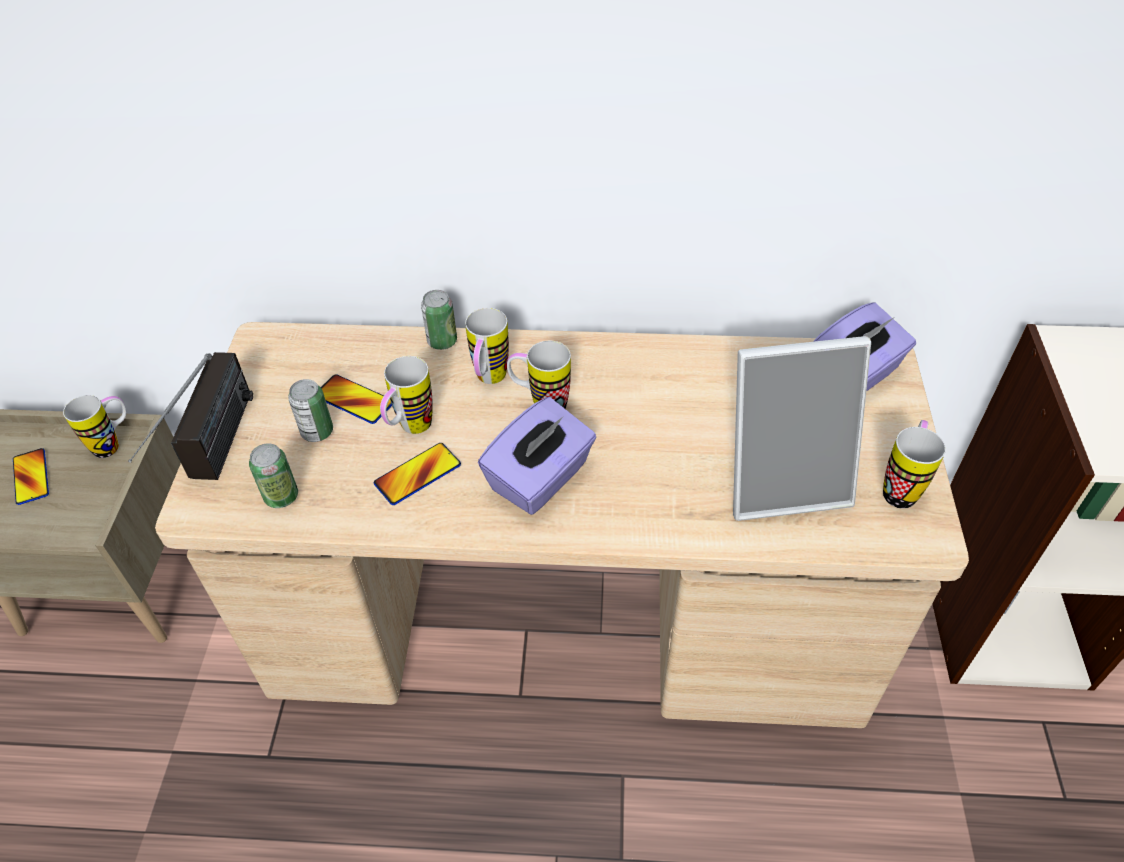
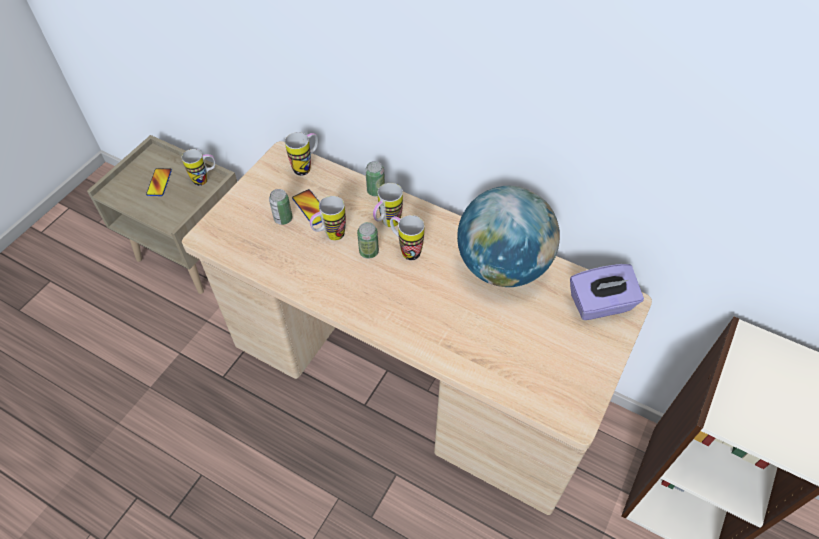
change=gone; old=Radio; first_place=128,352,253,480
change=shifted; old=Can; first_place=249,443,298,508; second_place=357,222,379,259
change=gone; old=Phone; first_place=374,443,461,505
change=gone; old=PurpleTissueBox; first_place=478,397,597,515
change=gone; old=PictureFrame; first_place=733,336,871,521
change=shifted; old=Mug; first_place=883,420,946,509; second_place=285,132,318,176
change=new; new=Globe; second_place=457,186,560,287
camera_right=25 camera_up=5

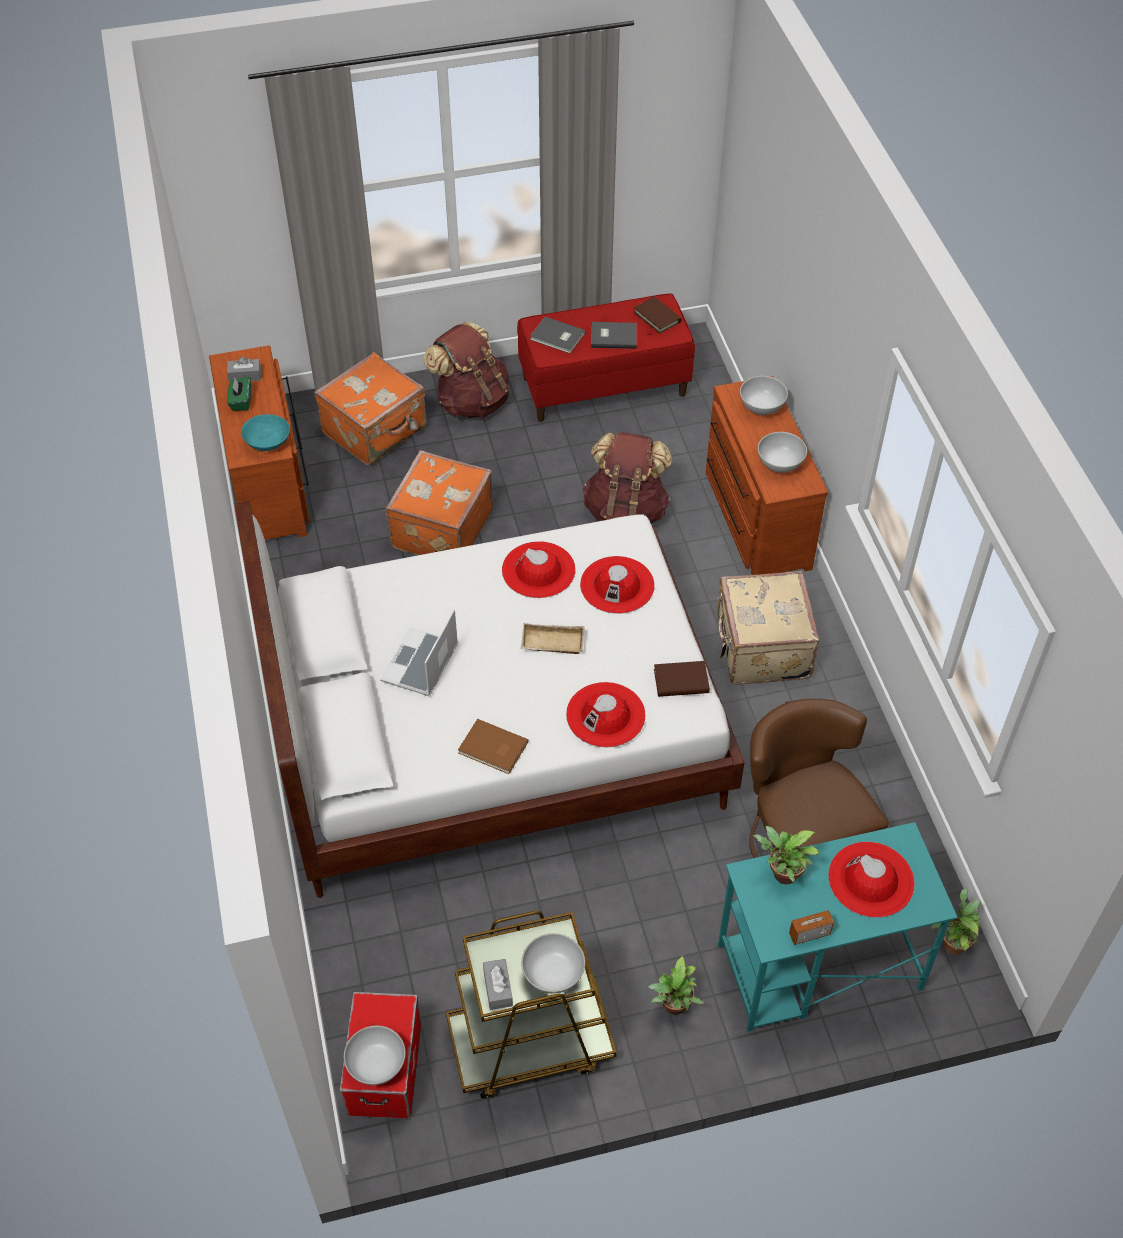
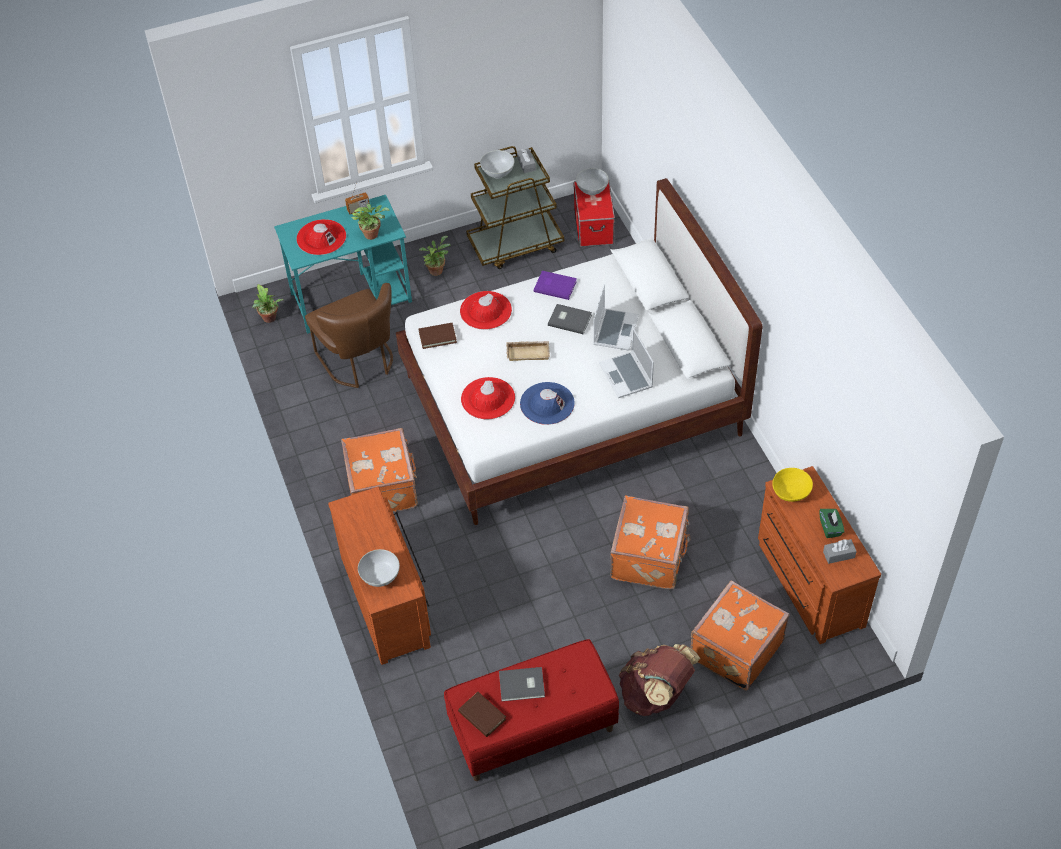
change=repainted; old=TurquoiseBowl; new=YellowBowl; first_place=241,414,290,451; second_place=772,468,813,502
change=repainted; old=BrownBook; new=PurpleBook; first_place=458,719,528,774; second_place=534,271,577,300
change=repainted; old=RedHat; new=BlueHat; first_place=502,541,576,598; second_place=520,382,575,425
change=shifted; old=GreyBook; first_place=530,317,585,354; second_place=548,304,592,334
change=gone; old=BrownBackpack; first_place=582,432,671,524
change=repainted; old=BeigeSuitcase; new=OrangeSuitcase; first_place=717,571,819,684; second_place=341,428,418,512
change=gone; old=WhiteBowl; first_place=758,432,807,473
change=new; new=Laptop; second_place=599,327,654,398
camera_right=175 camera_up=0

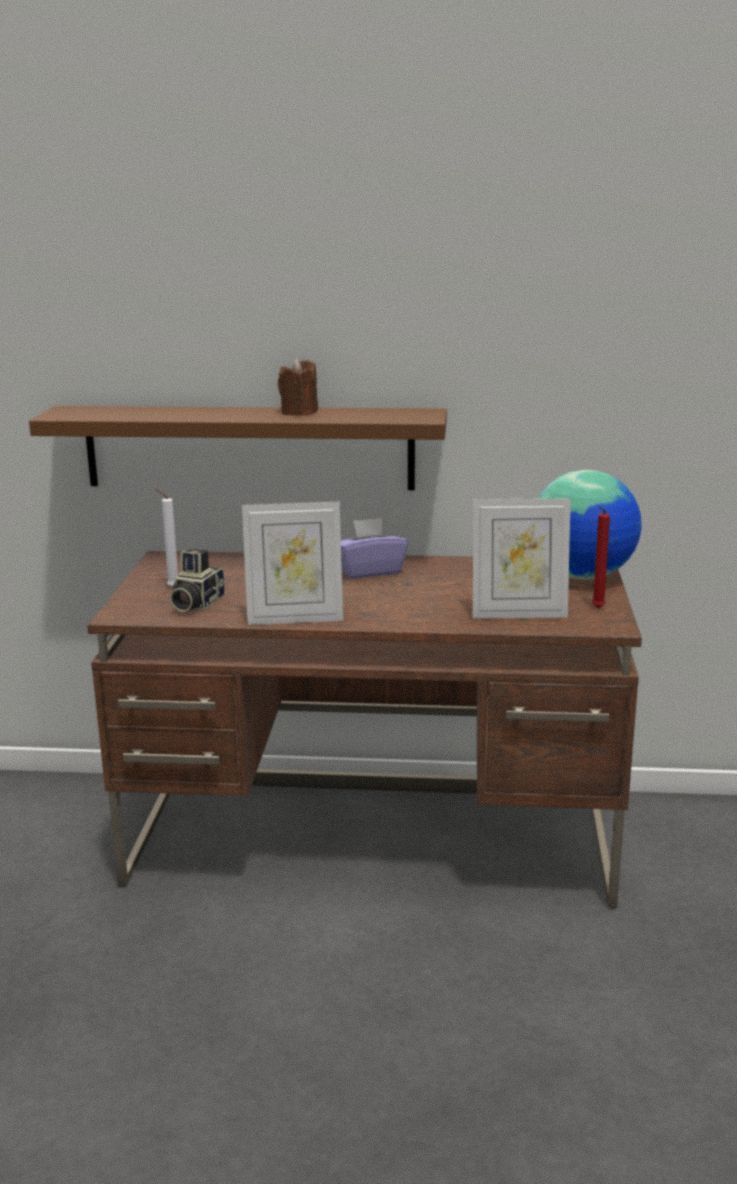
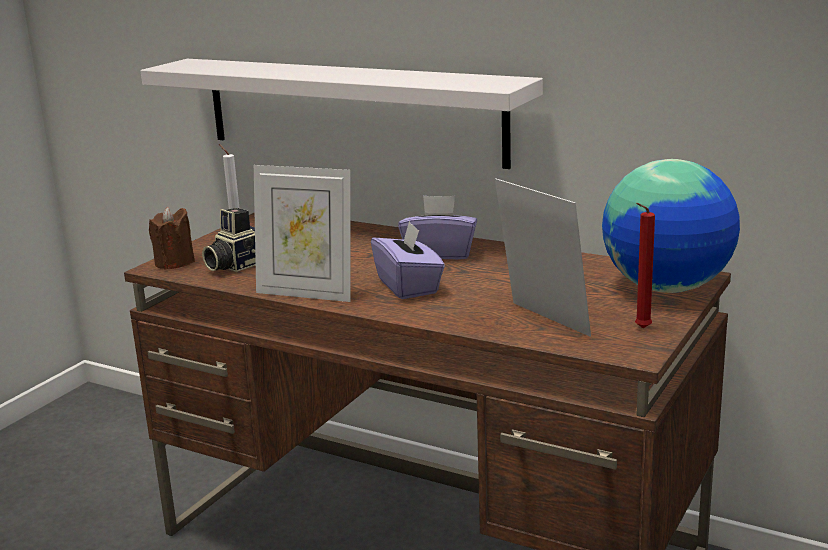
change=repainted; old=BrownShelf; new=WhiteShelf; first_place=29,406,447,490; second_place=140,59,543,169
change=shifted; old=BrownCandle; first_place=278,358,318,416; second_place=149,207,195,270
change=rotated; old=PictureFrame; first_place=473,498,571,619; second_place=495,178,591,336; degrees=-150
change=new; new=PurpleTissueBox; second_place=371,221,445,299
camera_right=25 camera_up=0

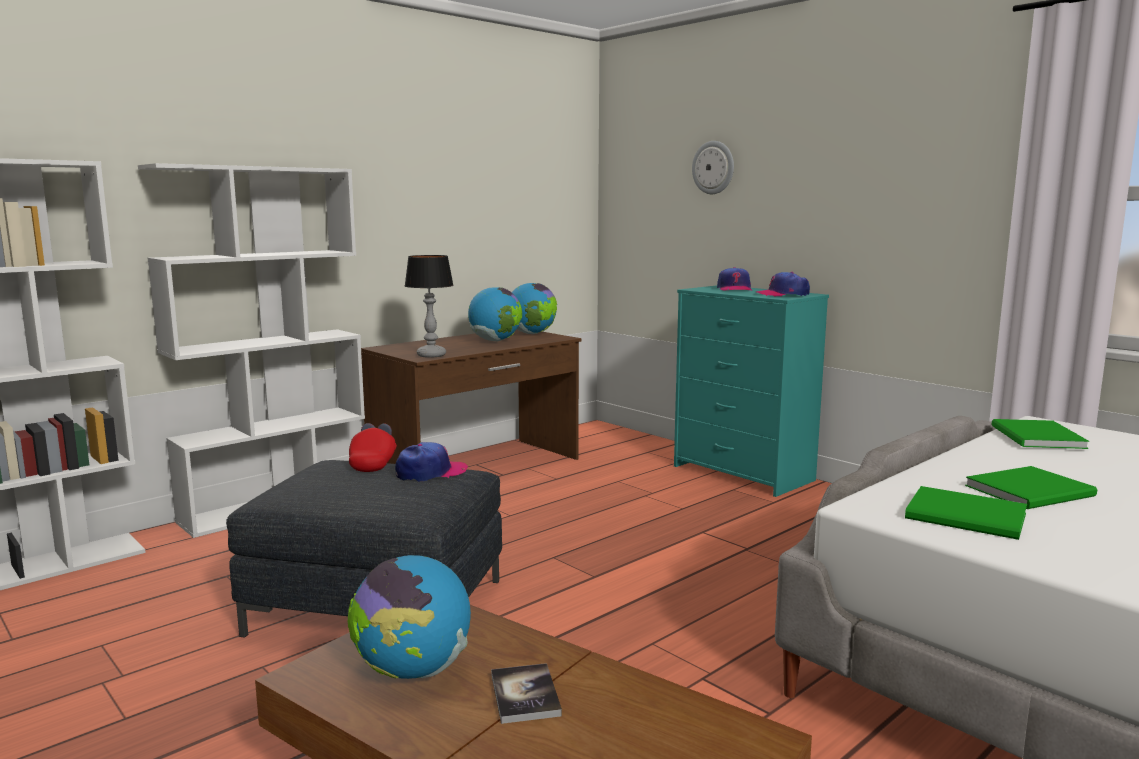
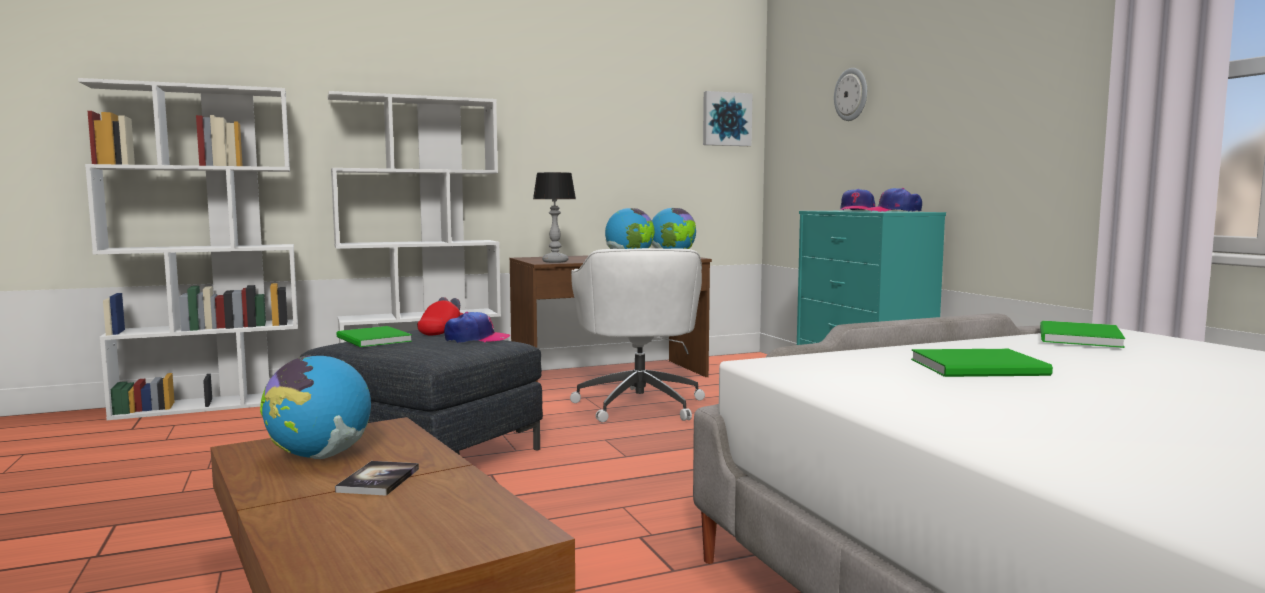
change=shifted; old=GreenBook; first_place=905,486,1027,540; second_place=337,326,412,347
change=new; new=WhiteOfficeChair; second_place=570,248,705,422
change=new; new=Picture; second_place=703,91,752,146
camera_right=20 camera_up=-5

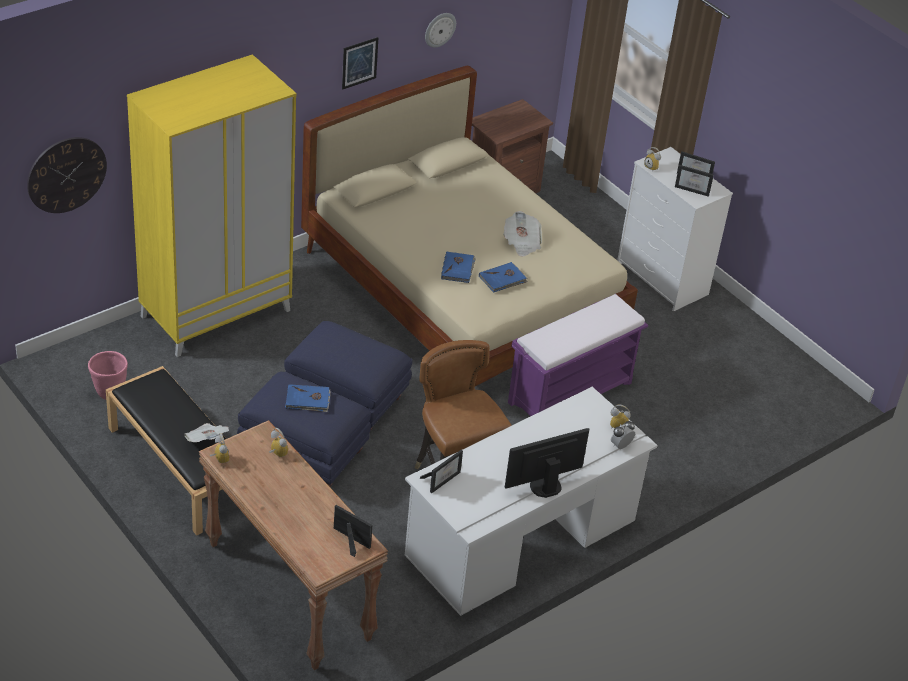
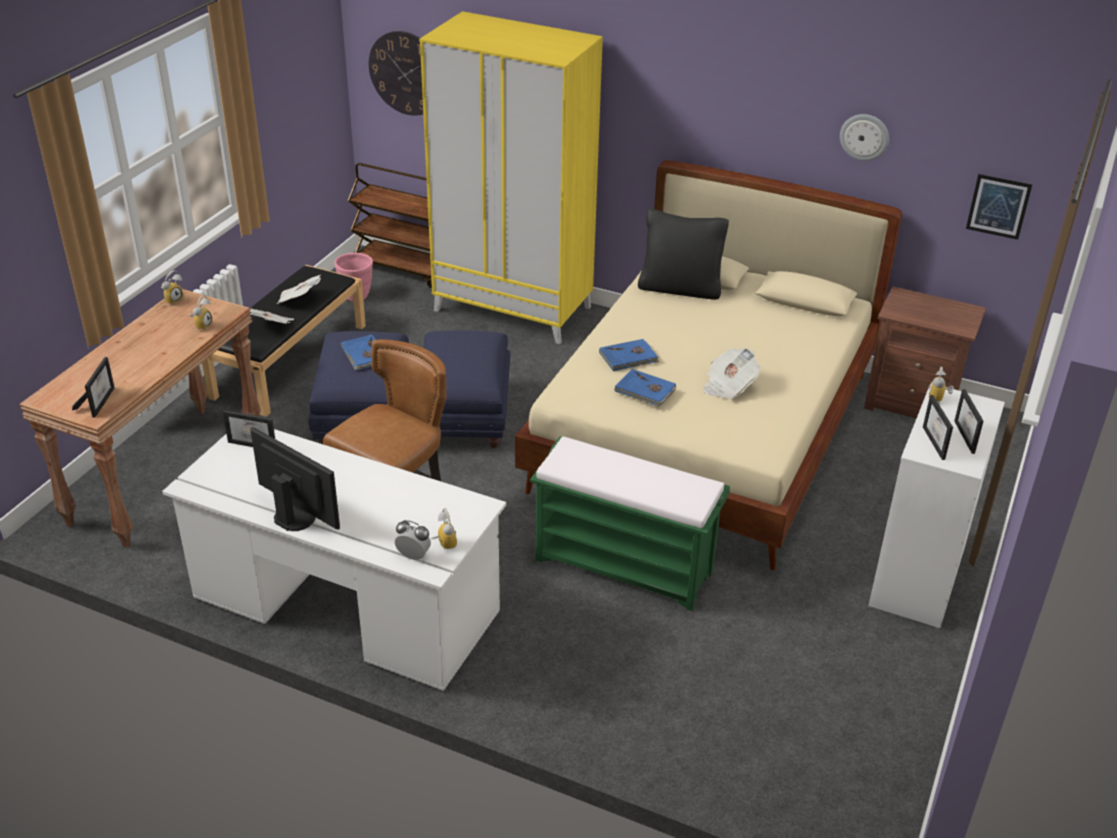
change=shifted; old=Picture; first_place=342,37,378,90; second_place=966,174,1032,240
change=repainted; old=PurpleBench; new=GreenBench; first_place=508,294,648,416; second_place=530,436,730,611
change=new; new=Newspaper; second_place=277,275,321,304
change=new; new=BrownCart; second_place=348,163,432,288
change=new; new=BlackPillow; second_place=638,208,729,300
camera_right=65 camera_up=-5

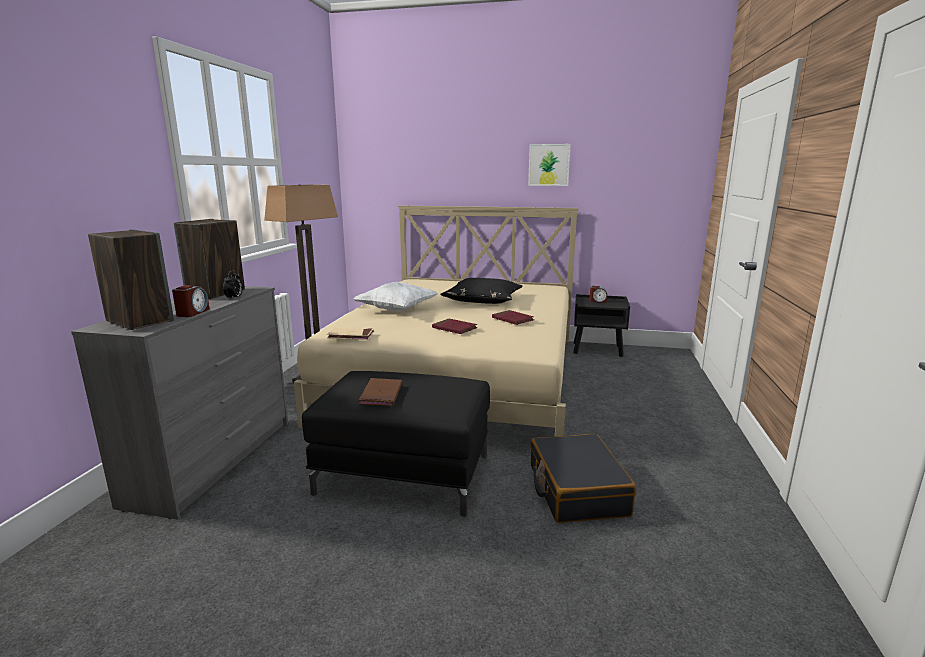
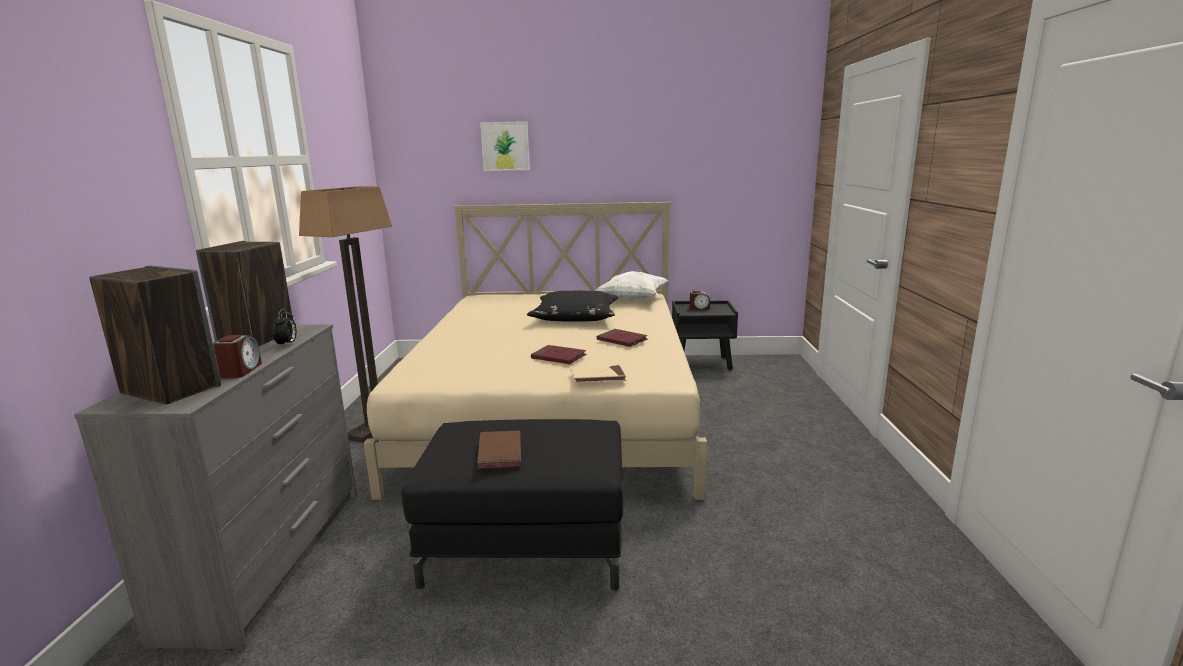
change=shifted; old=BeigeBook; first_place=327,327,374,340; second_place=571,365,627,383
change=shifted; old=WhitePillow; first_place=354,282,438,311; second_place=595,271,669,300
change=shifted; old=Picture; first_place=528,144,571,186; second_place=480,121,530,171
change=gone; old=BlackSuitcase; first_place=530,434,636,523
camera_right=-10 camera_up=0

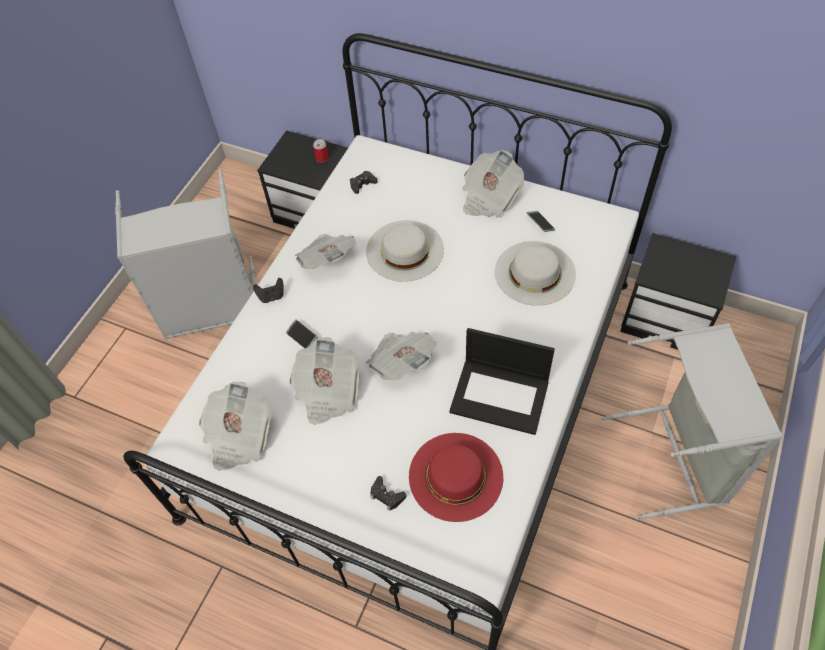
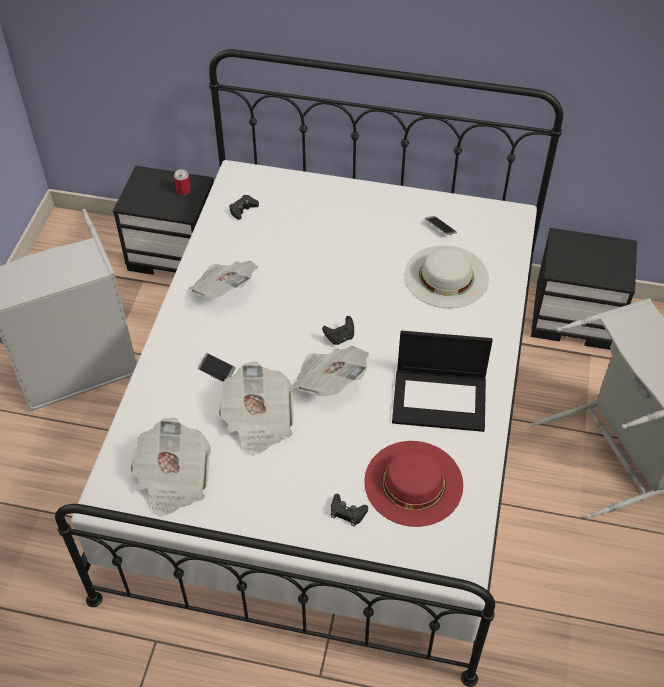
change=shifted; old=BlackGameController; first_place=253,278,284,303; second_place=322,316,354,345
change=gone; old=WhiteHat; first_place=366,220,444,282
change=gone; old=Newspaper; first_place=462,150,524,218
camera_right=-15 camera_up=-5

